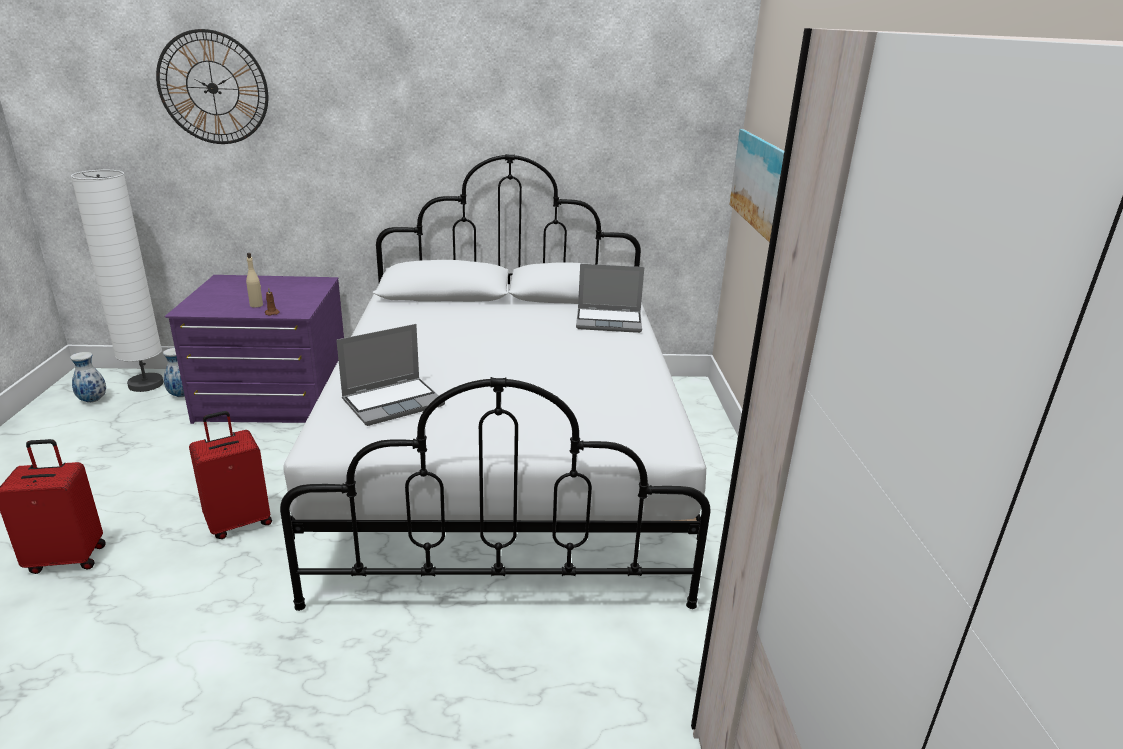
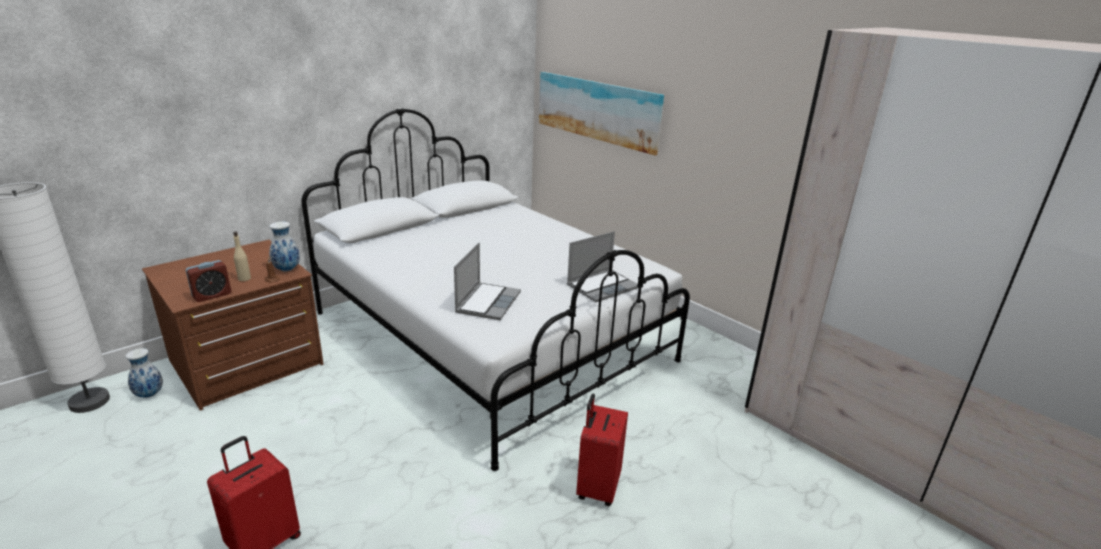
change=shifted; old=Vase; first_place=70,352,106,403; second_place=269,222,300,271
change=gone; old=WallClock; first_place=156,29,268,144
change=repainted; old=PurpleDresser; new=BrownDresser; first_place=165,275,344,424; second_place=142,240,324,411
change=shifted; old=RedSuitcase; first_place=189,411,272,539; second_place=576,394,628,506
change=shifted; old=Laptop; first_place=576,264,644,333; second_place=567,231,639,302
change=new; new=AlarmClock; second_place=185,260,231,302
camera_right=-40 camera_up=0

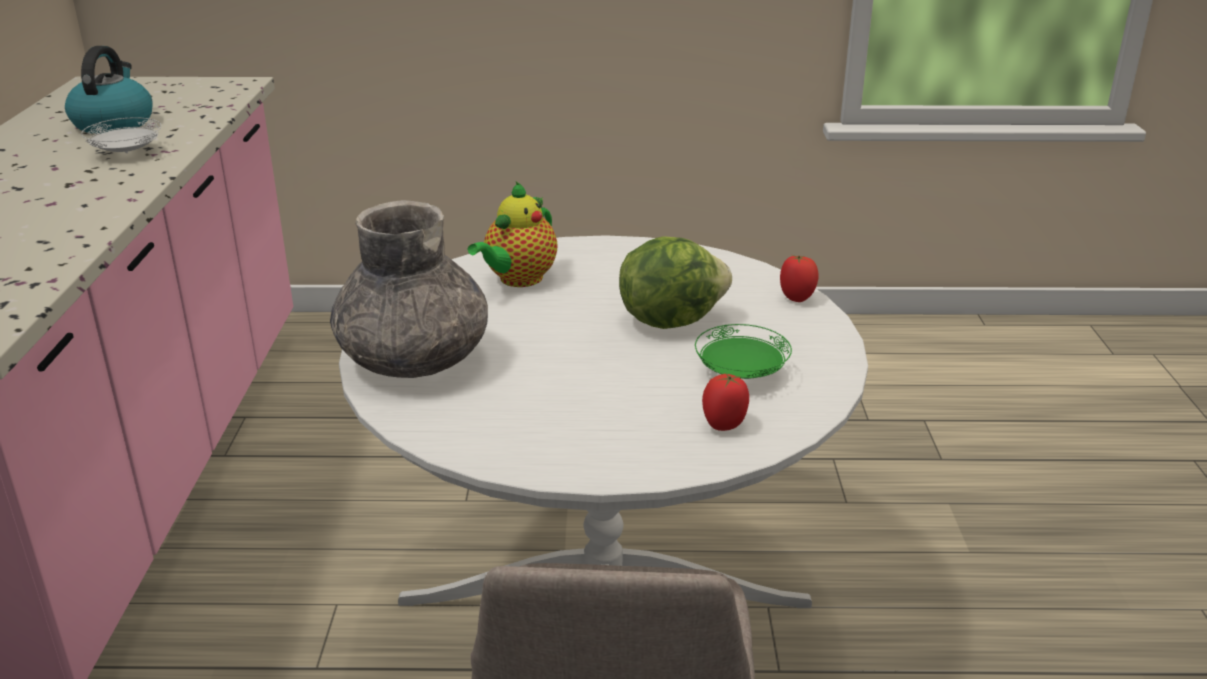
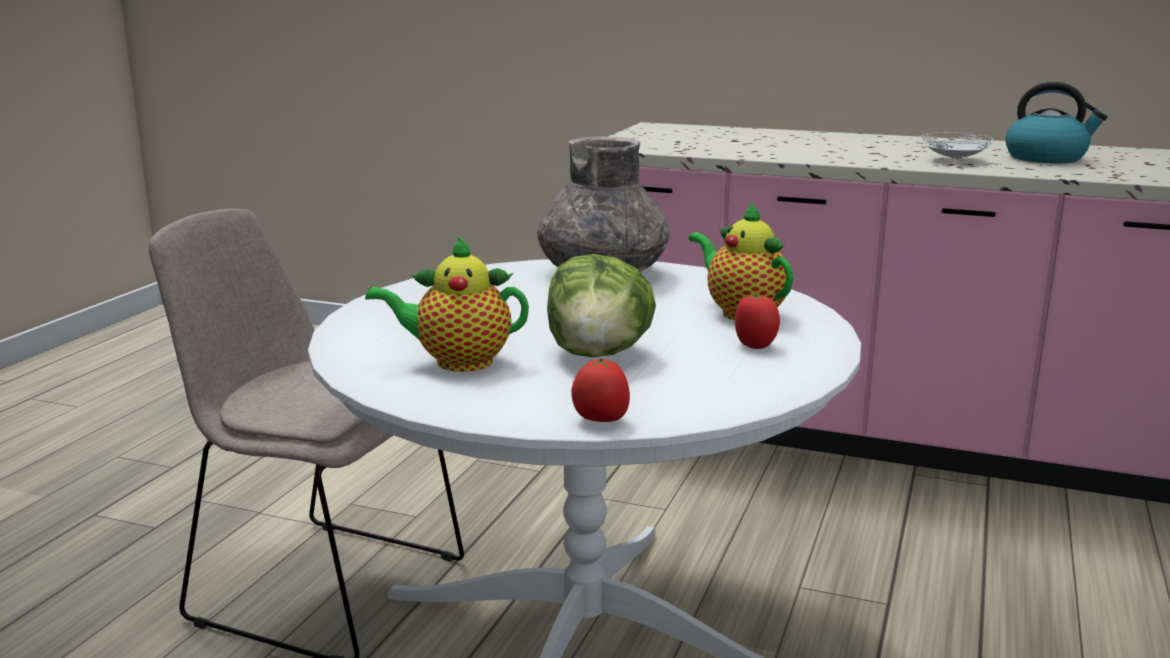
change=swapped; old=GreenPlate; new=Teapot; first_place=695,324,792,379; second_place=365,236,529,372
change=shifted; old=Tomato; first_place=702,374,749,431; second_place=735,294,780,349
camera_right=110 camera_up=-10

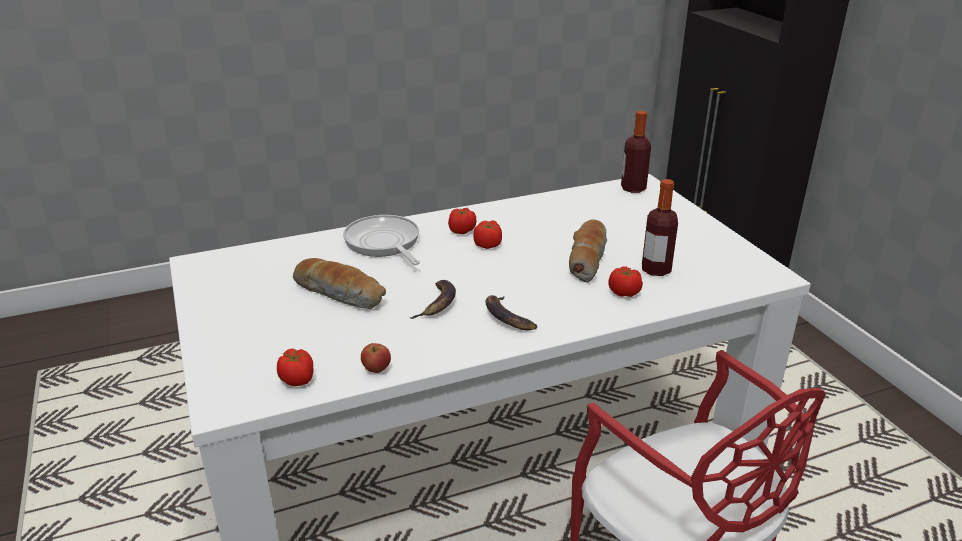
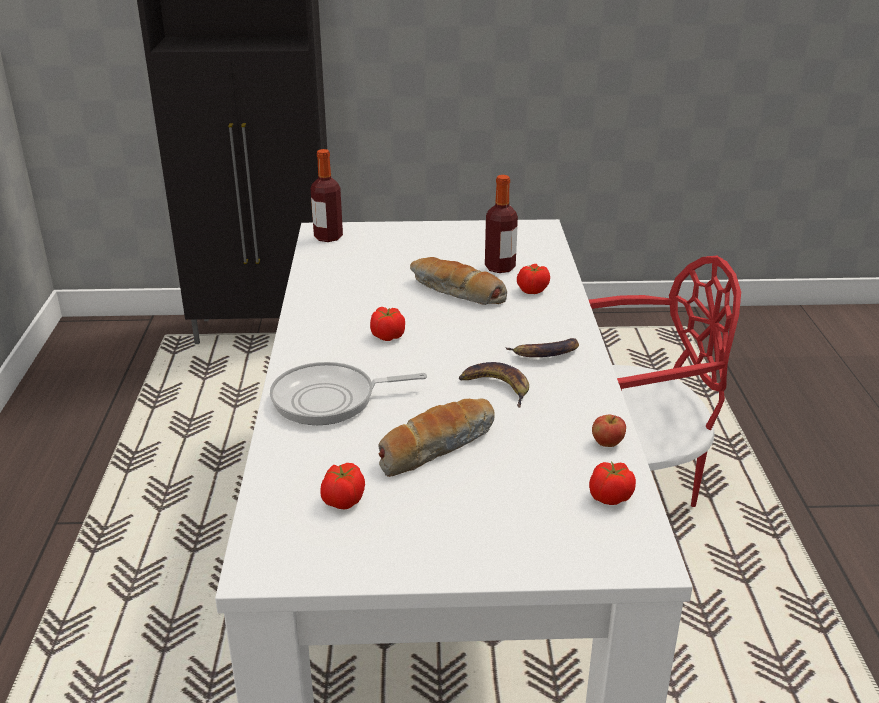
change=shifted; old=Tomato; first_place=448,208,476,234; second_place=320,463,365,509
camera_right=-70 camera_up=0

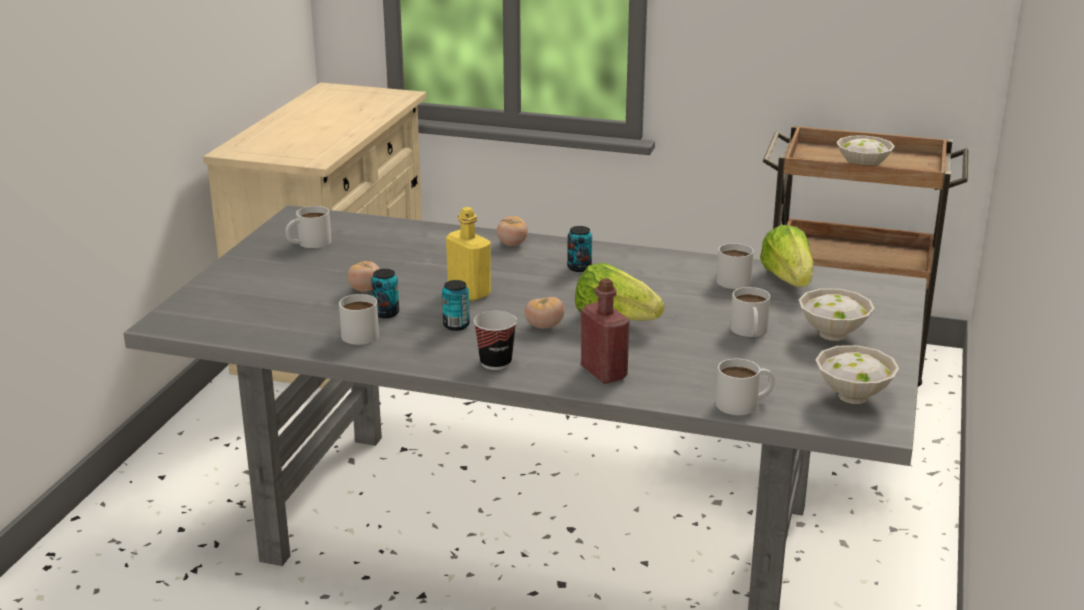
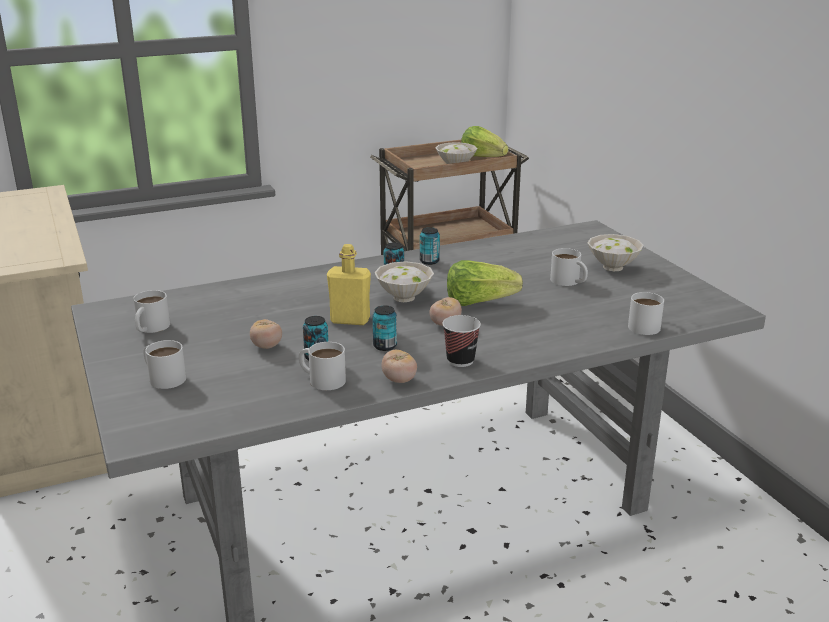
change=shifted; old=Tomato; first_place=496,216,528,246; second_place=381,350,417,383
change=gone; old=RedBottle; first_place=581,278,630,384
change=shifted; old=WhiteMug; first_place=716,243,754,289; second_place=143,340,186,389
change=shifted; old=Lettuce; first_place=760,225,813,287; second_place=461,126,509,157
change=shifted; old=WhiteBowl; first_place=815,345,899,404; second_place=374,261,434,302
change=new; new=Can; second_place=420,227,440,265
camera_right=-40 camera_up=0

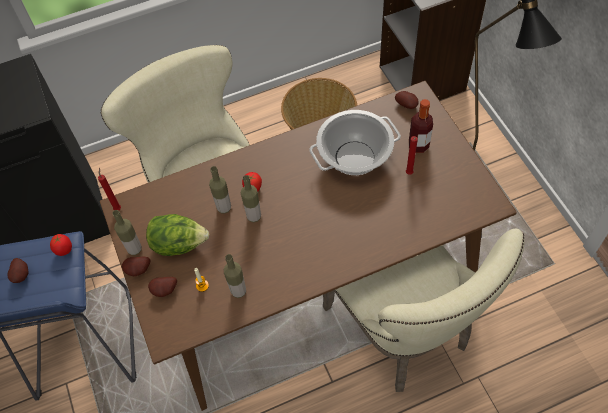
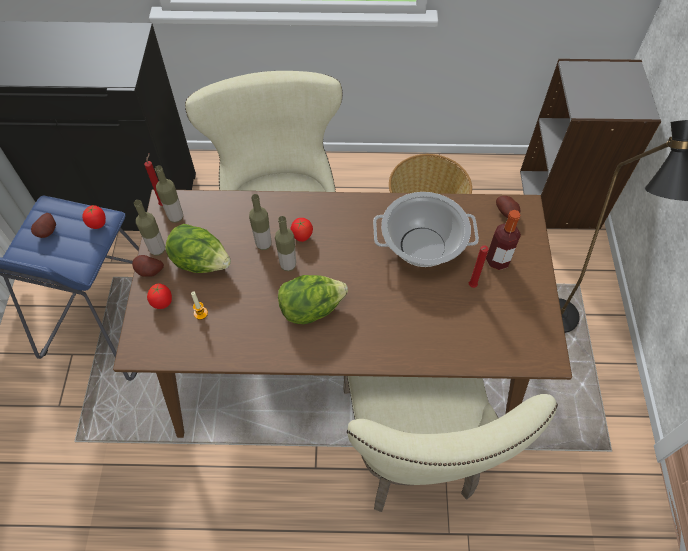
change=swapped; old=Potato; new=Tomato; first_place=148,277,177,297; second_place=147,283,172,309
change=shifted; old=Bottle; first_place=224,254,246,298; second_place=155,165,183,223
change=new; new=Lettuce; second_place=278,275,348,324
camera_right=20 camera_up=0

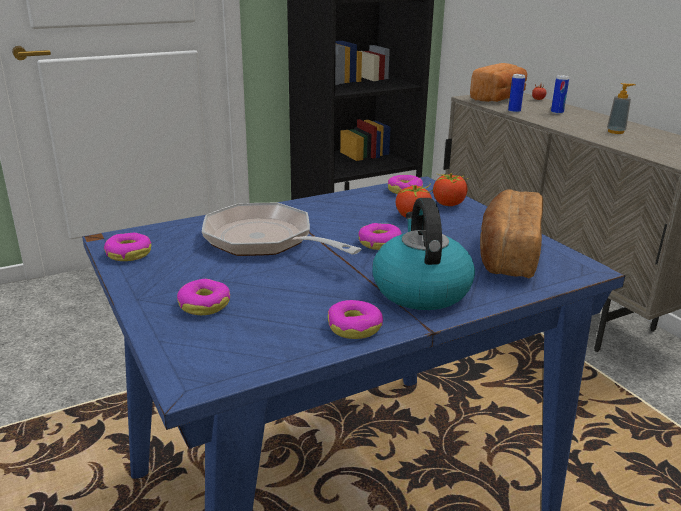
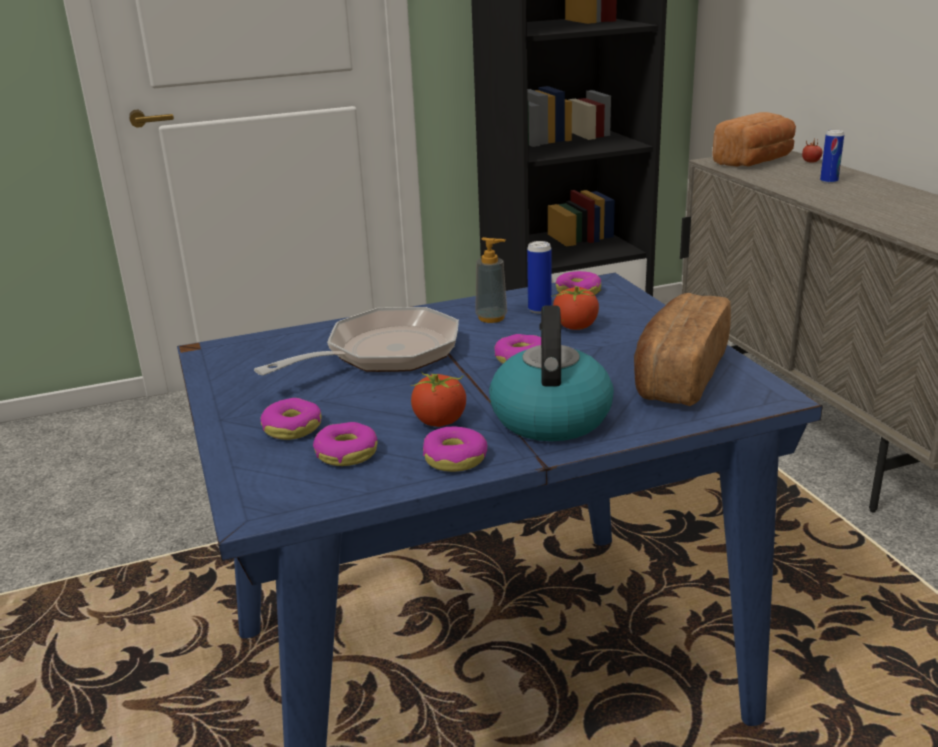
change=shifted; old=Donut; first_place=104,232,151,261; second_place=313,422,378,466
change=rotated; old=FryingPan; first_place=202,203,361,256; second_place=254,307,459,375; degrees=90
change=shifted; old=Tomato; first_place=433,173,469,206; second_place=410,371,466,427
change=shifted; old=Can; first_place=508,74,525,113; second_place=527,241,552,313
change=shifted; old=SoapDispenser; first_place=607,83,636,134; second_place=475,237,507,323
camera_right=10 camera_up=0

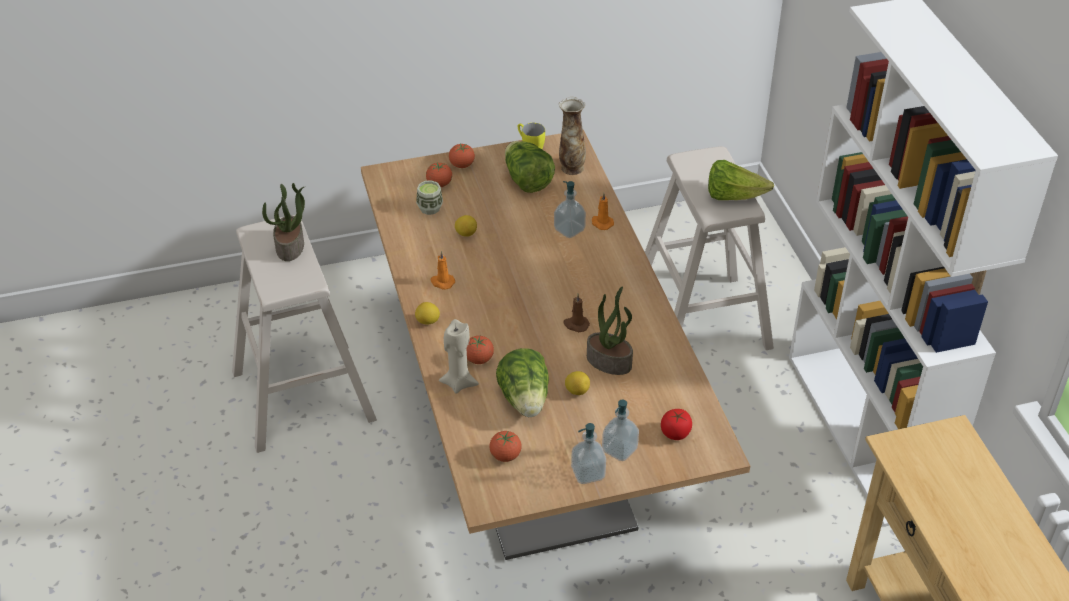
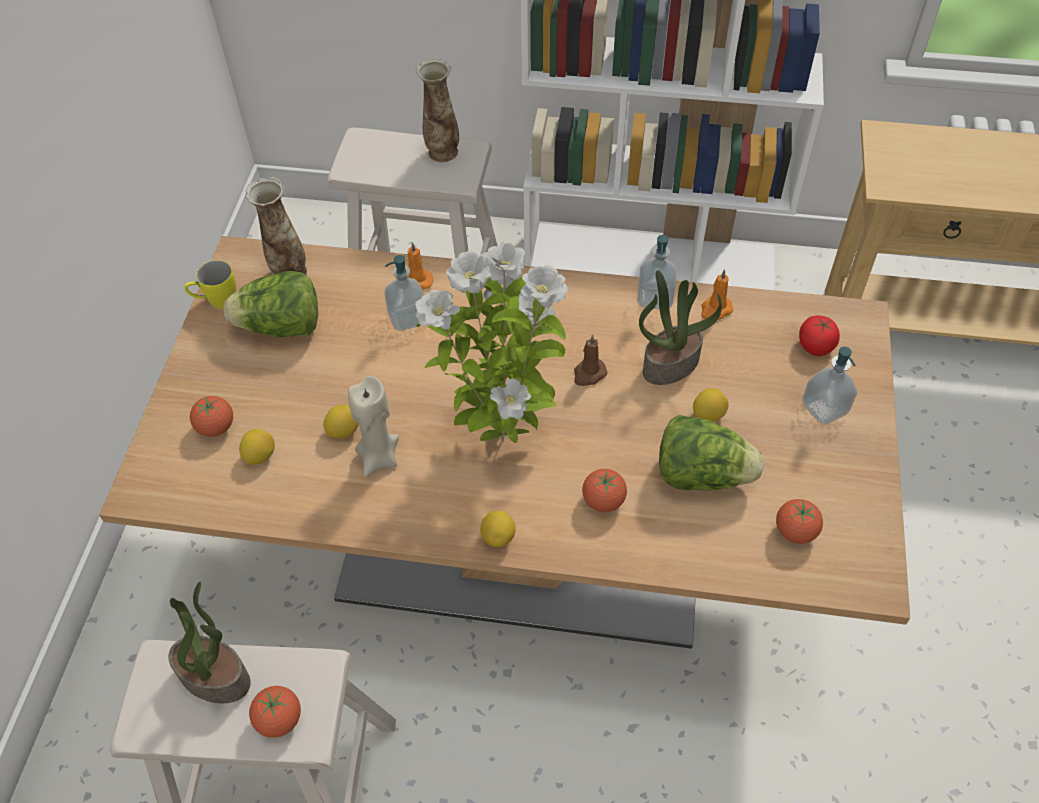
change=swapped; old=Cup; new=Lemon; first_place=416,180,443,215; second_place=239,429,275,465
change=shifted; old=OrangeCandle; first_place=431,251,455,290; second_place=701,269,734,320
change=shifted; old=BeigeCandle; first_place=439,319,479,394; second_place=348,376,399,477
change=shifted; old=Tomato; first_place=449,143,475,168; second_place=249,686,301,738
change=shifted; old=SoapDispenser; first_place=571,423,606,484; second_place=637,235,677,309
change=swapped; old=Lettuce; new=Vase; first_place=708,160,774,200; second_place=416,58,459,162
change=new; new=PottedPlant; second_place=415,243,568,443
camera_right=-65 camera_up=10

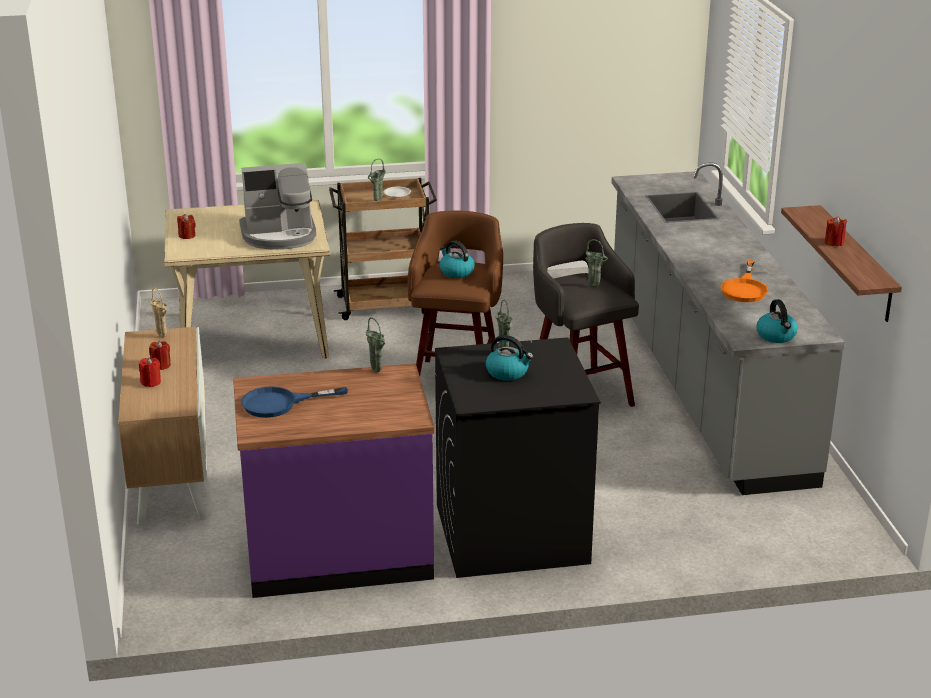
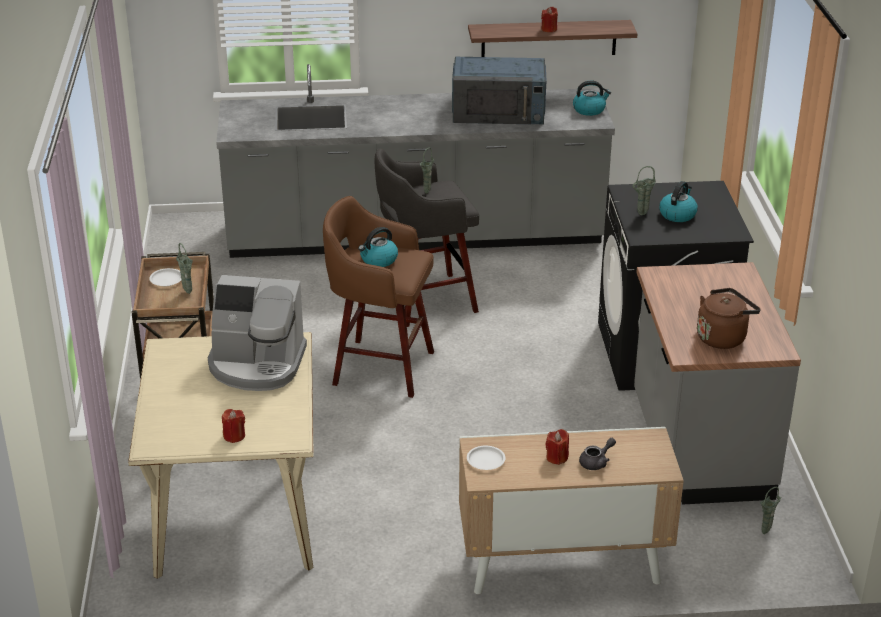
change=swapped; old=RedCandle; new=GreyTeapot; first_place=139,357,161,387; second_place=579,438,616,470
change=swapped; old=BeigeVase; new=WhitePlate; first_place=150,288,167,337; second_place=467,446,505,470
change=repainted; old=PurpleCounter; new=GreyCounter; first_place=233,363,434,598; second_place=634,262,801,505
change=rotated; old=CoffeeMachine; first_place=239,163,316,250; second_place=208,275,307,391; degrees=105
change=swapped; old=BlueFryingPan; new=BrownKettle; first_place=241,386,348,418; second_place=697,288,761,349
change=shifted; old=GreenVase; first_place=366,317,385,372; second_place=760,487,781,534
change=swapped; old=OrangeFryingPan; new=BlueMicrowave; first_place=721,260,768,302; second_place=452,57,546,124
camera_right=-85 camera_up=5

